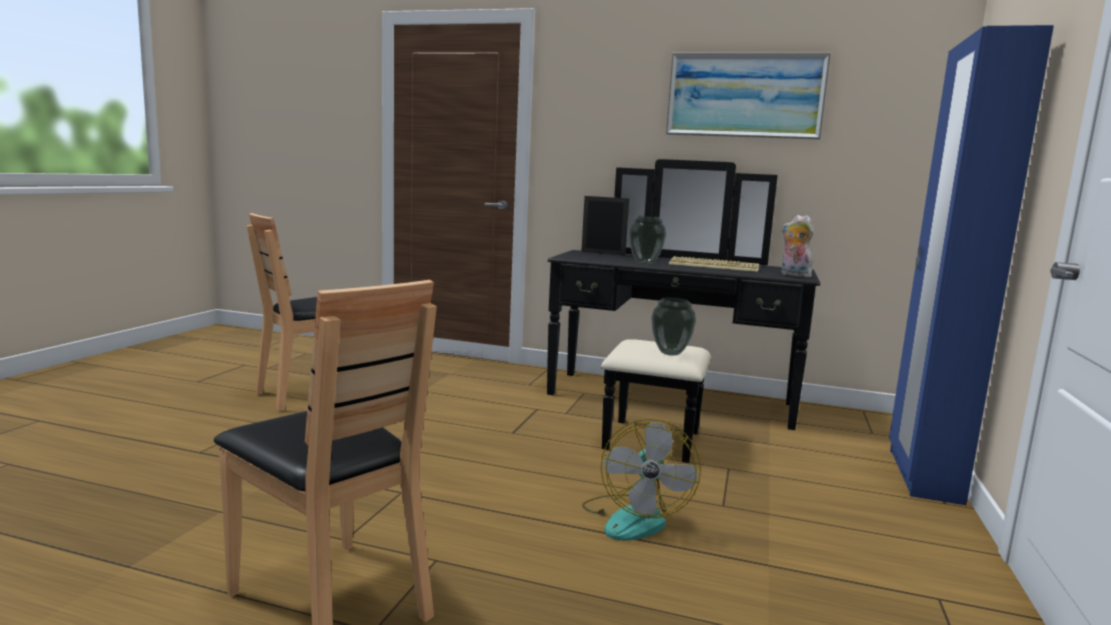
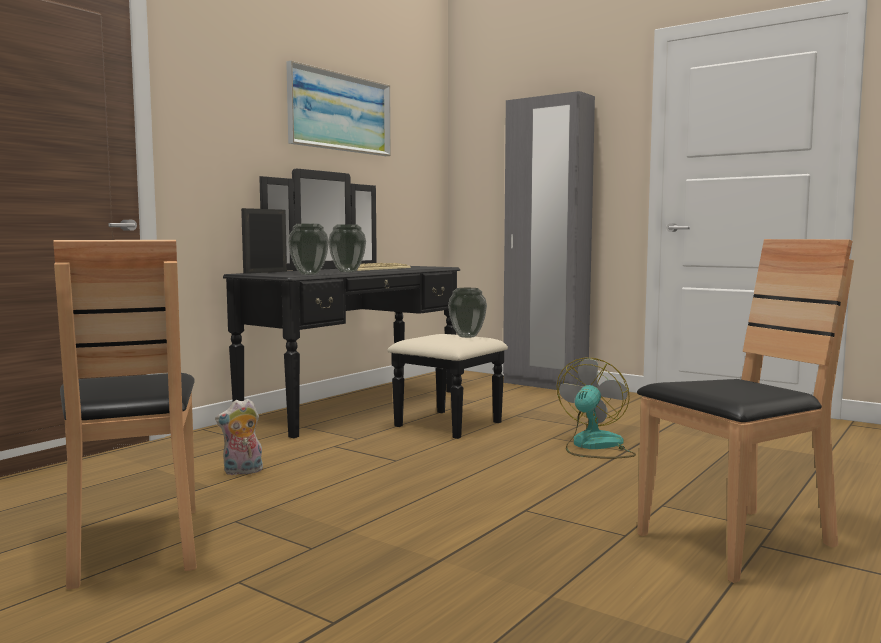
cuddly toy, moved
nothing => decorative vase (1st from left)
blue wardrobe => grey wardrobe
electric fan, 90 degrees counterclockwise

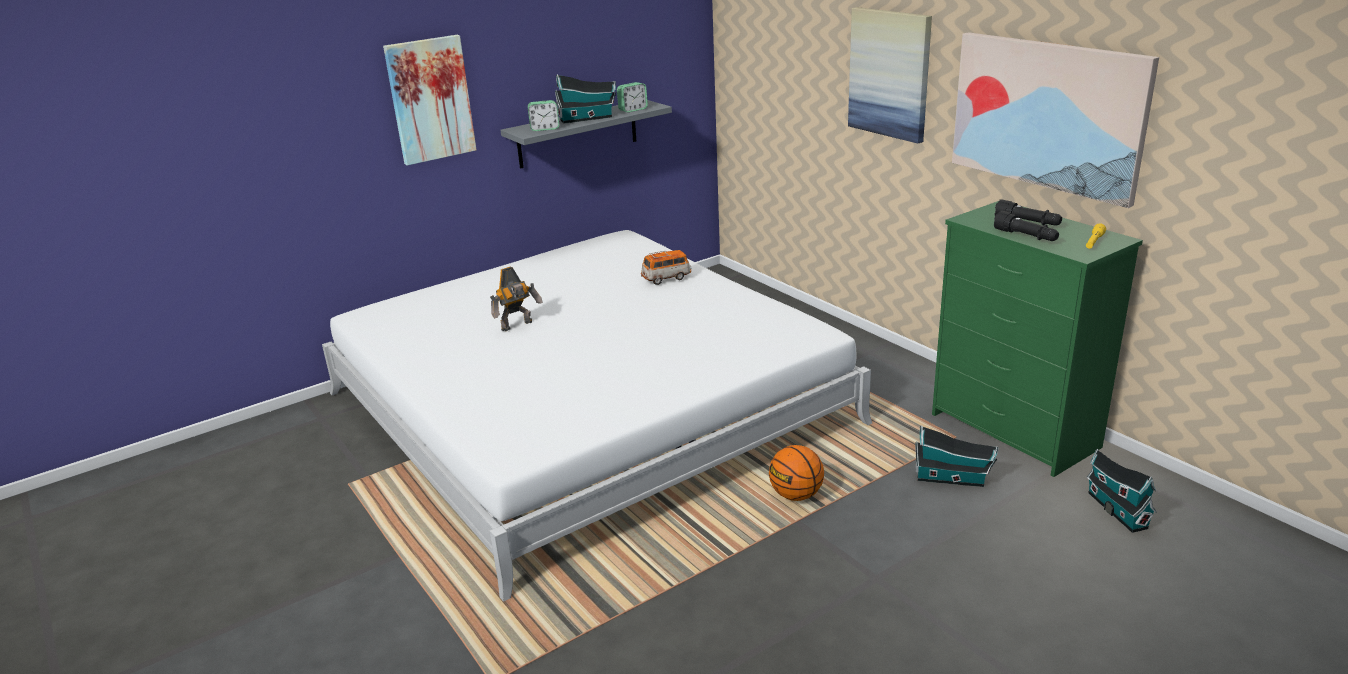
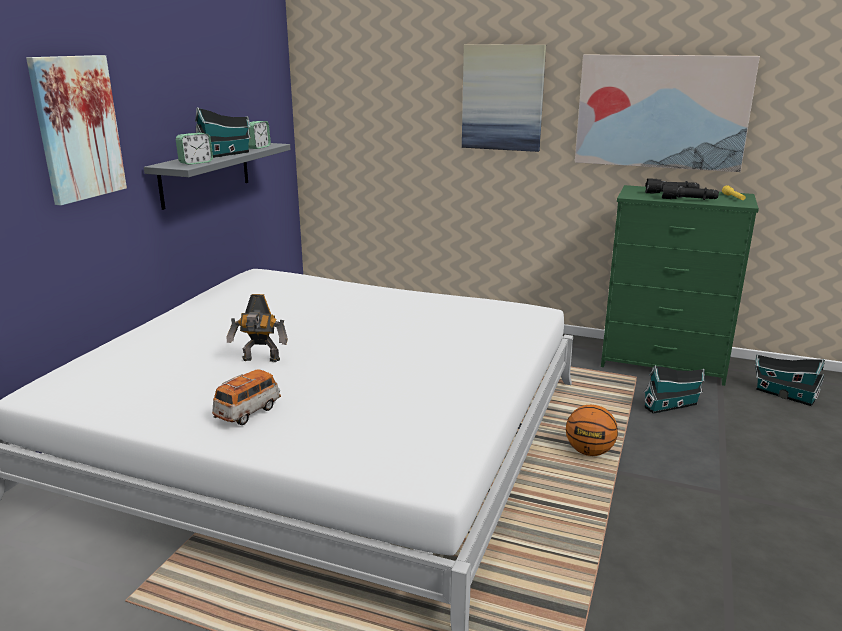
toy car, moved
model robot, 75 degrees clockwise

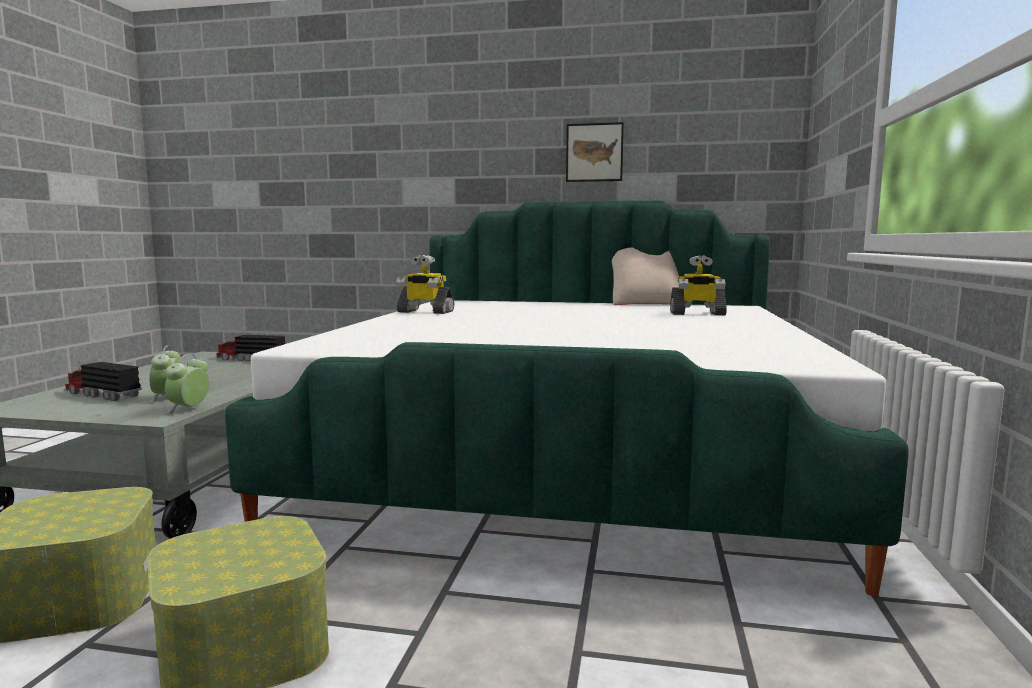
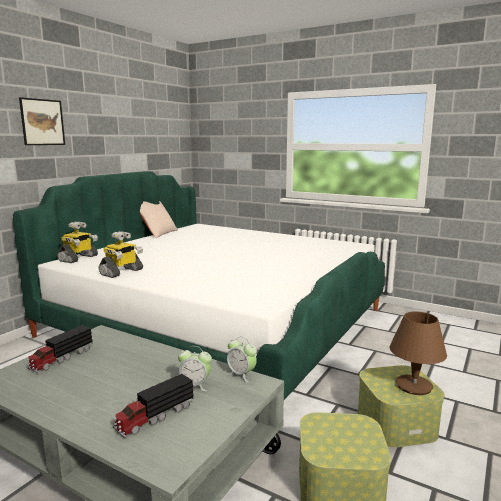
wall picture, moved
model robot (2nd from left in the first image) => model robot (1st from left), moved
nothing => brownish lamp for a table

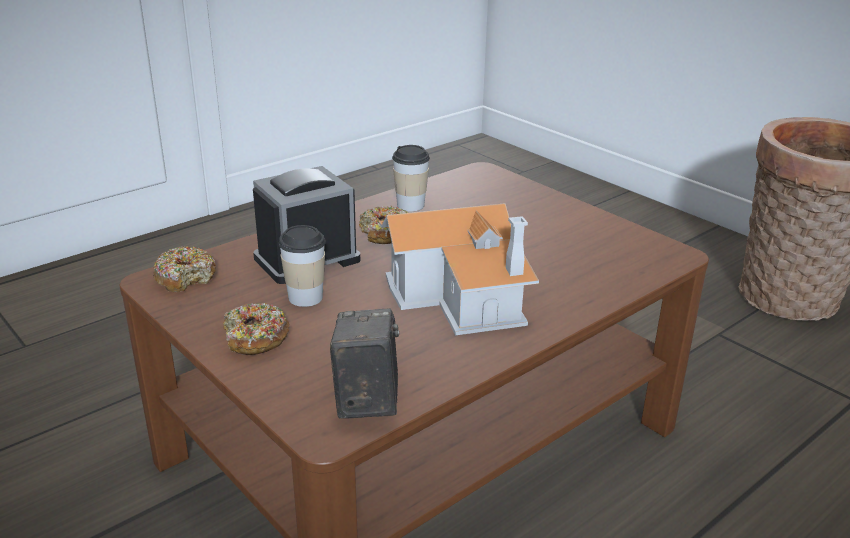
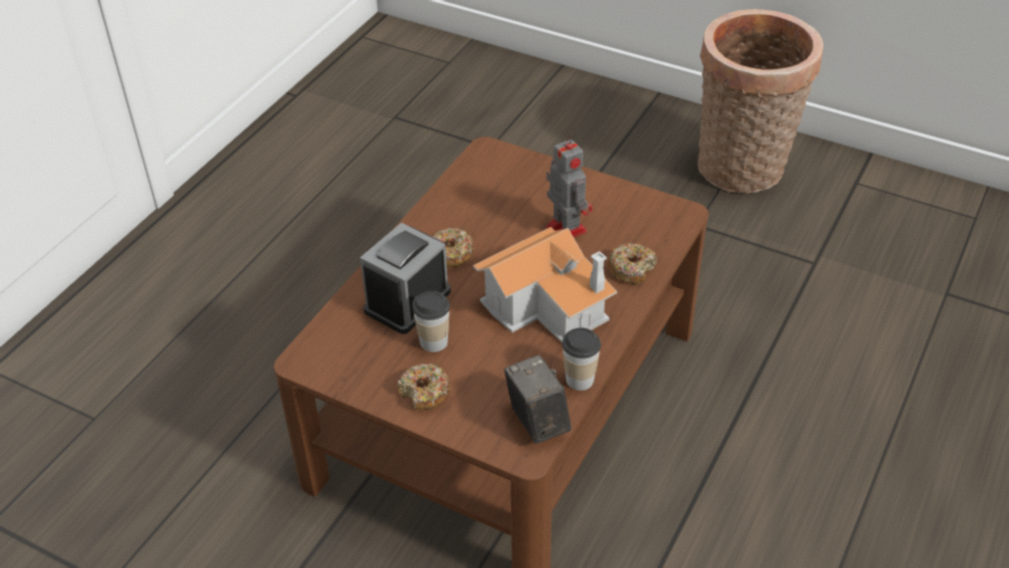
nothing => model robot
cup (2nd from left), moved
ring doughnut (1st from left in the first image) => ring doughnut (3rd from left), moved

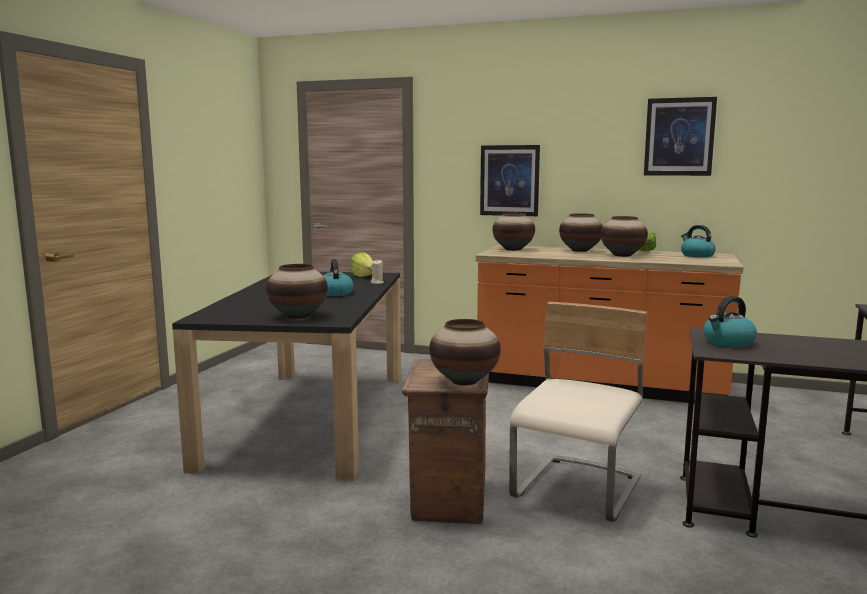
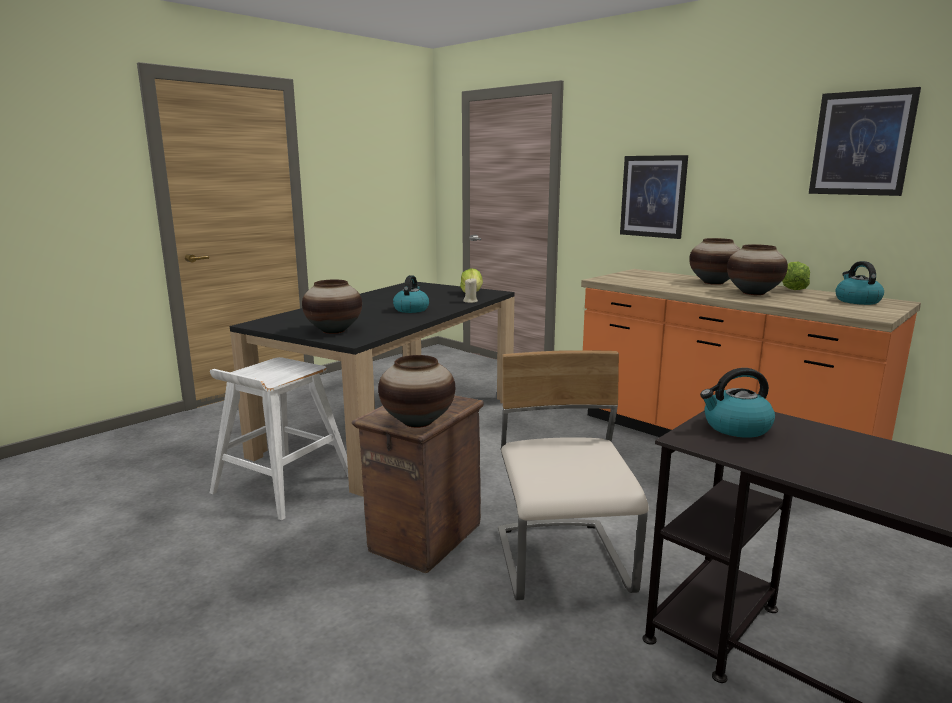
nothing => white-coloured stool seat
beige-coloured upright chair, 60 degrees counterclockwise
decorative vase (3rd from left) => nothing

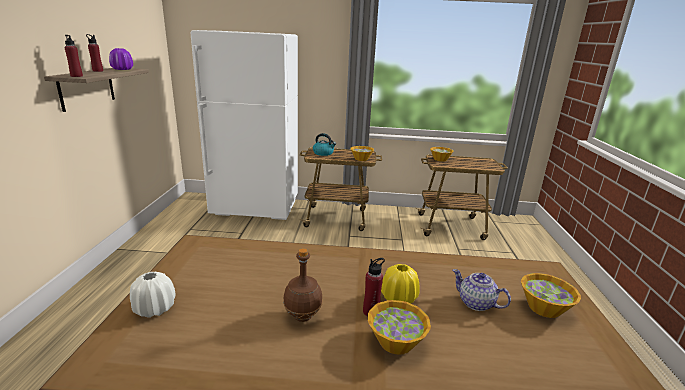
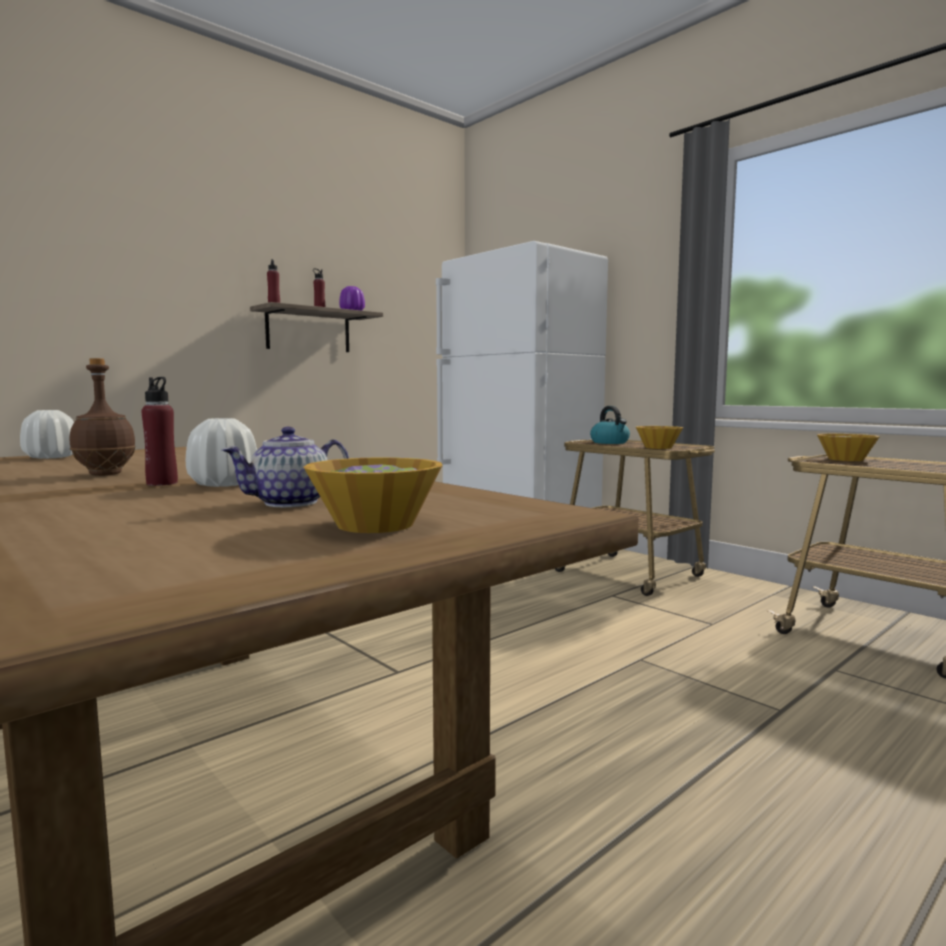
yellow-coloured decorative vase => white-coloured decorative vase (2nd from left)
tea pot, 120 degrees counterclockwise
serving bowl (2nd from left) => nothing

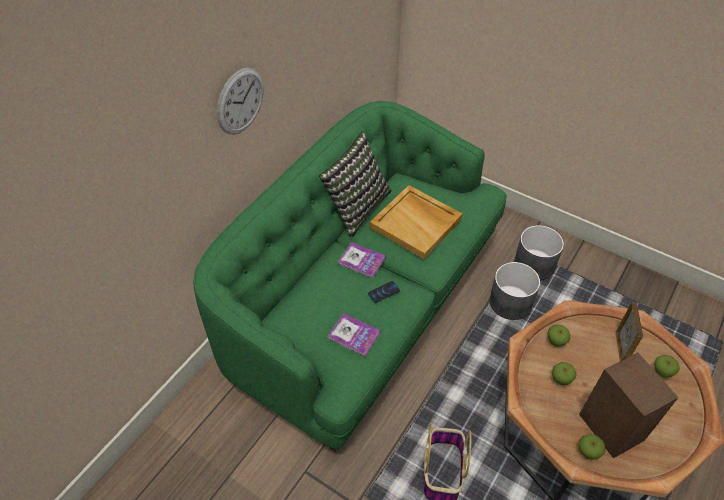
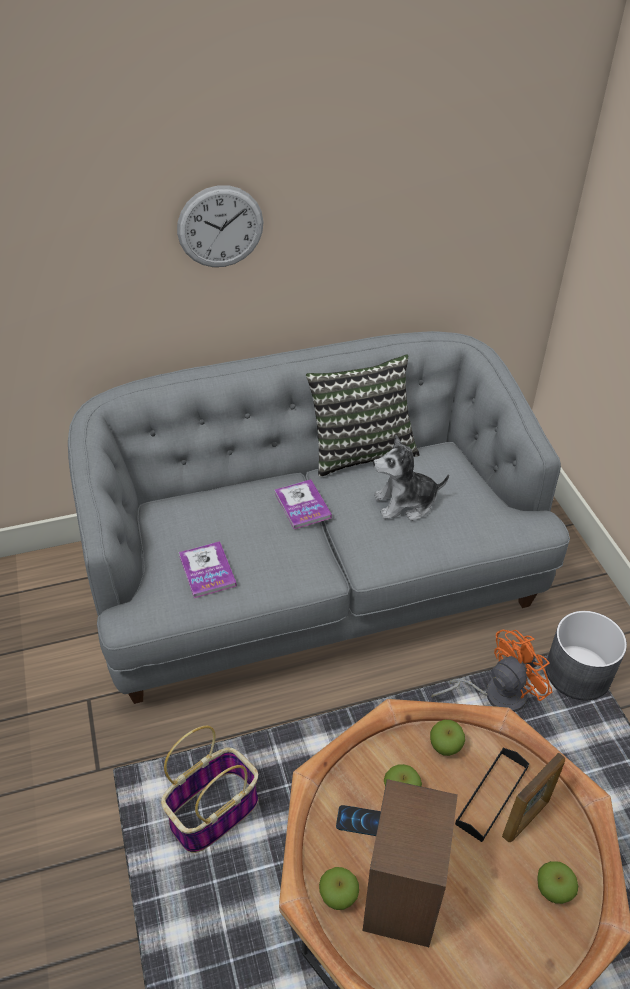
green-coloured couch => grey couch
telephone, moved
beige-coloured serving tray => cuddly toy
grey planter (1st from left) => orange electric fan
nothing => blackish serving tray

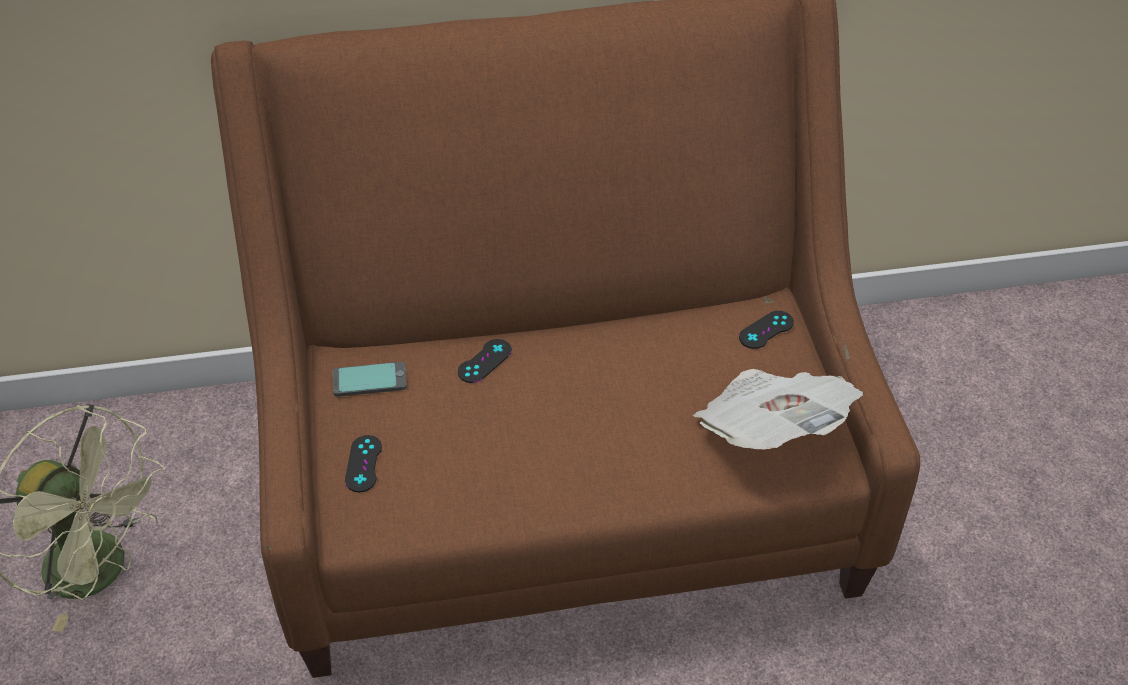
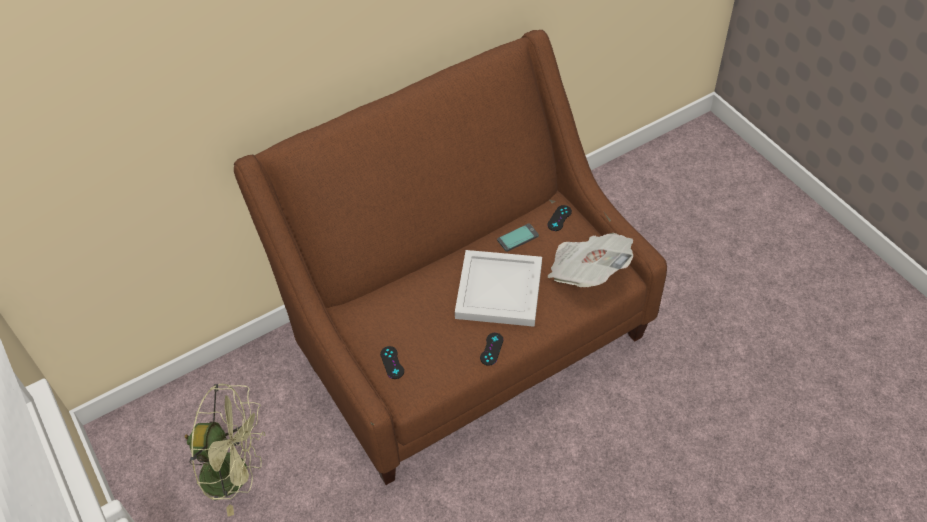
nothing => white-coloured serving tray
blackish game controller (2nd from left), moved
telephone, moved

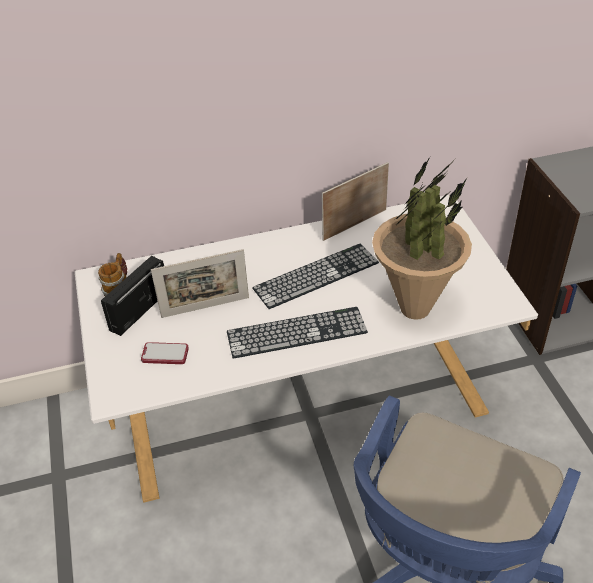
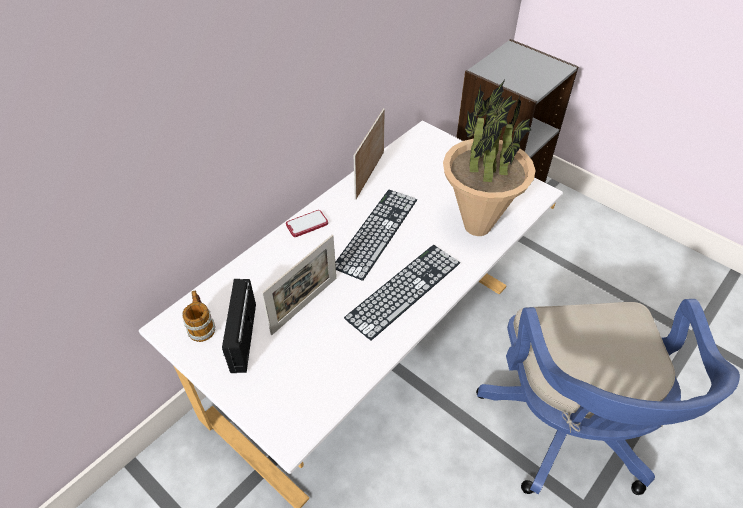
telephone, moved

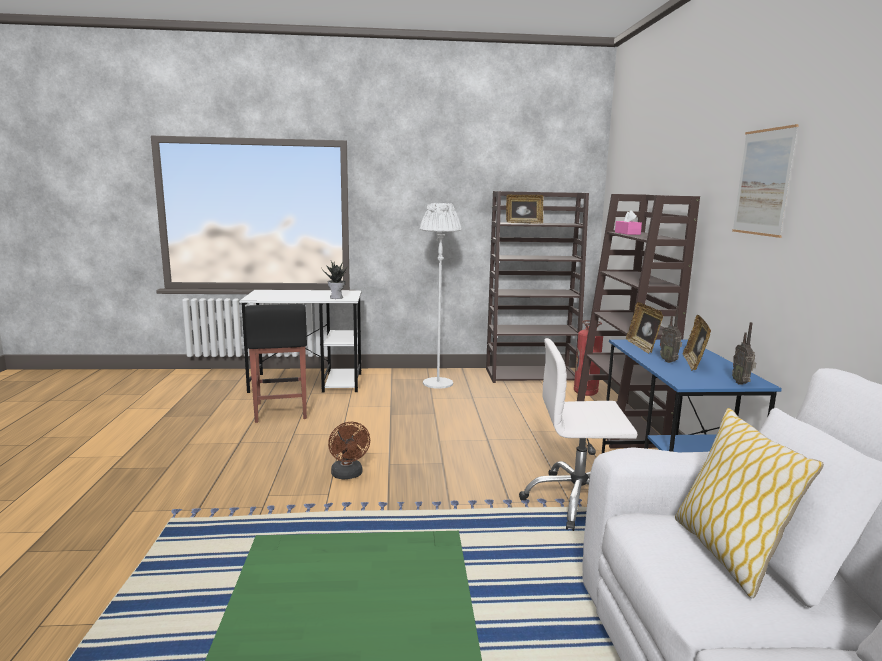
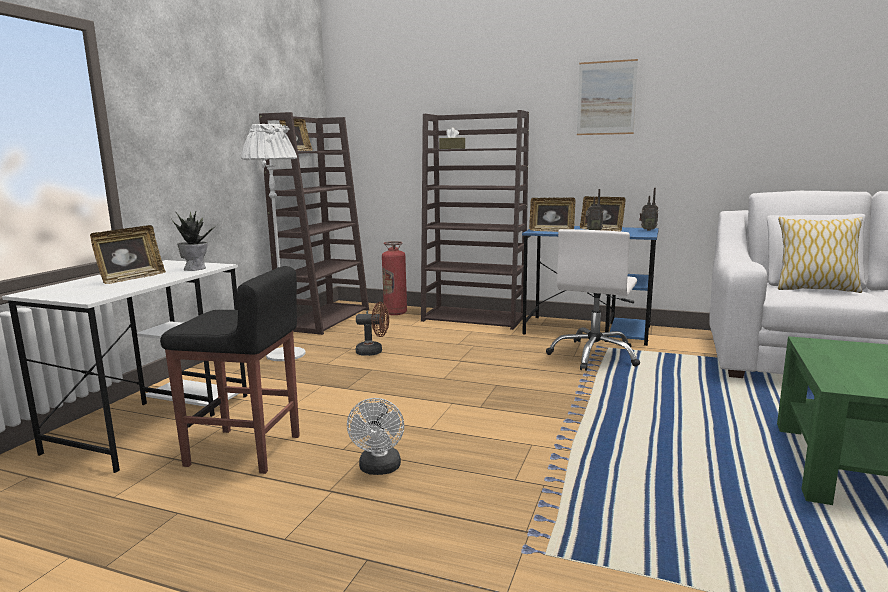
nothing => photo frame (1st from left)
nothing => white-coloured electric fan
brownish electric fan, moved
pink box of tissues => brownish box of tissues

